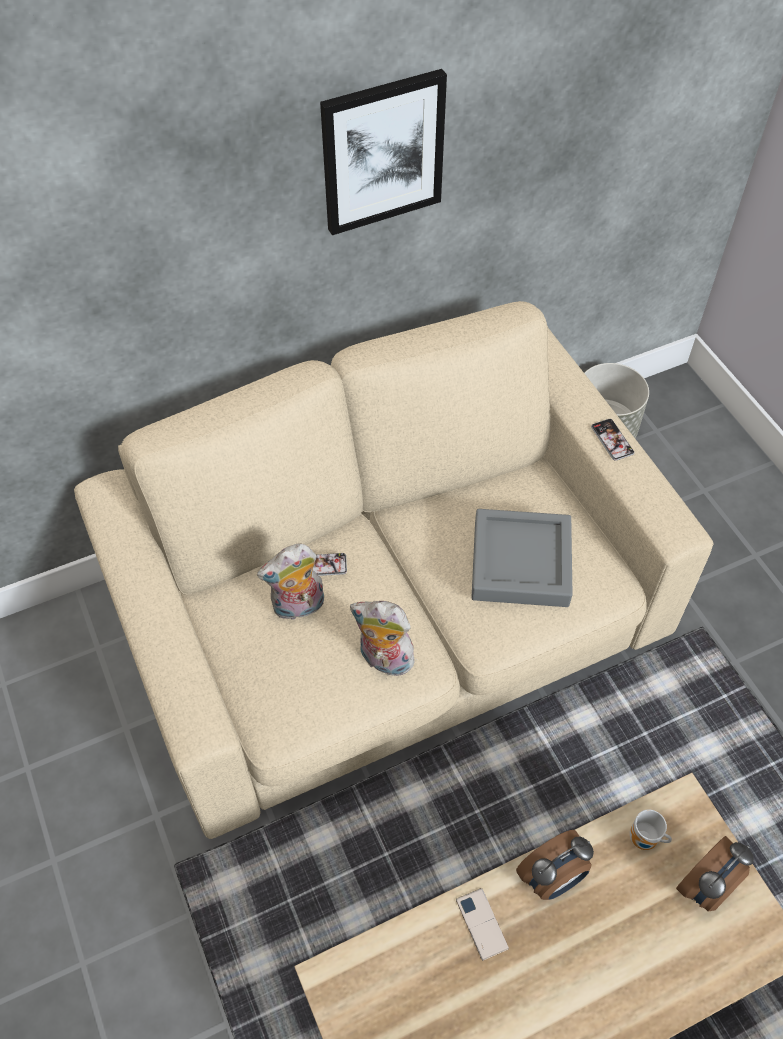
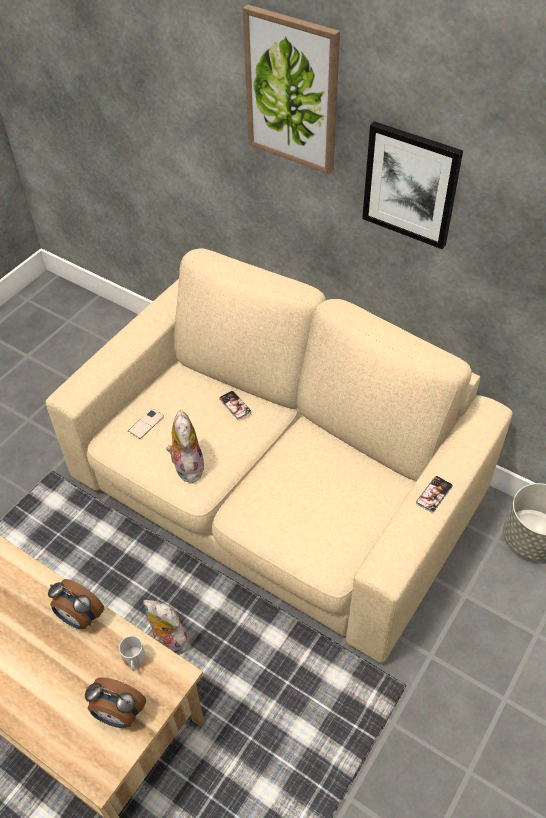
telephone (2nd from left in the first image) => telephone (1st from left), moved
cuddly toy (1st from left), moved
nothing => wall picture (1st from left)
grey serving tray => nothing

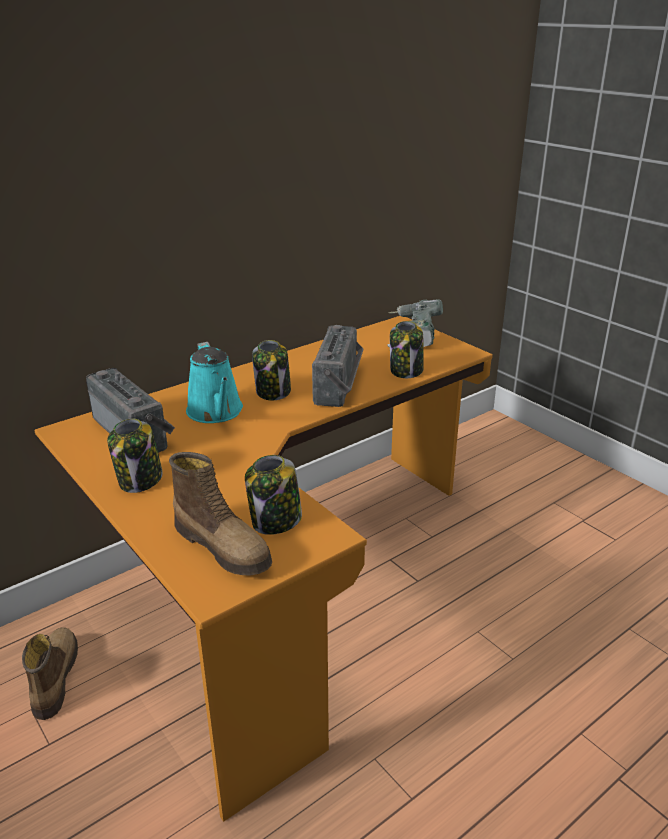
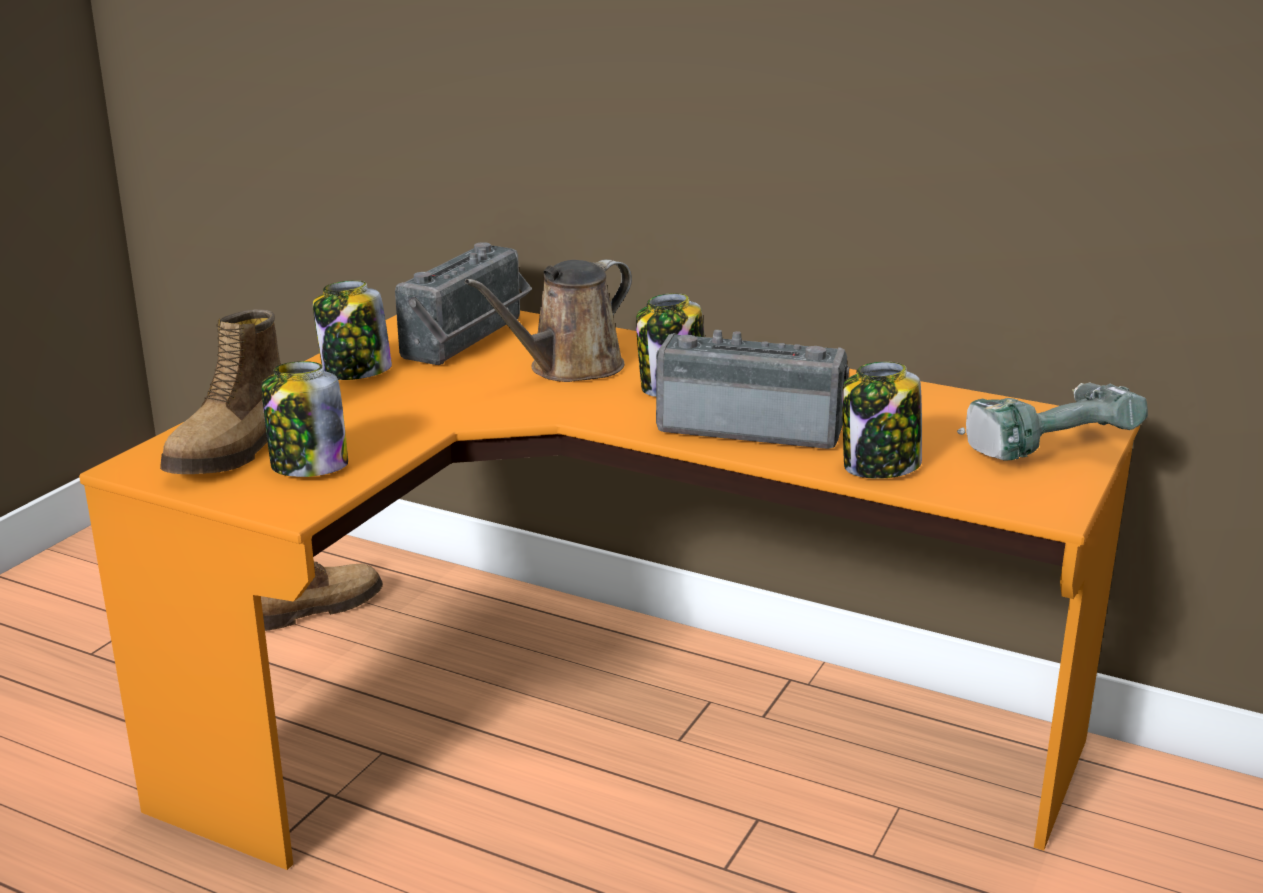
turquoise sprinkling can => brownish sprinkling can
radio receiver (2nd from left), 150 degrees counterclockwise

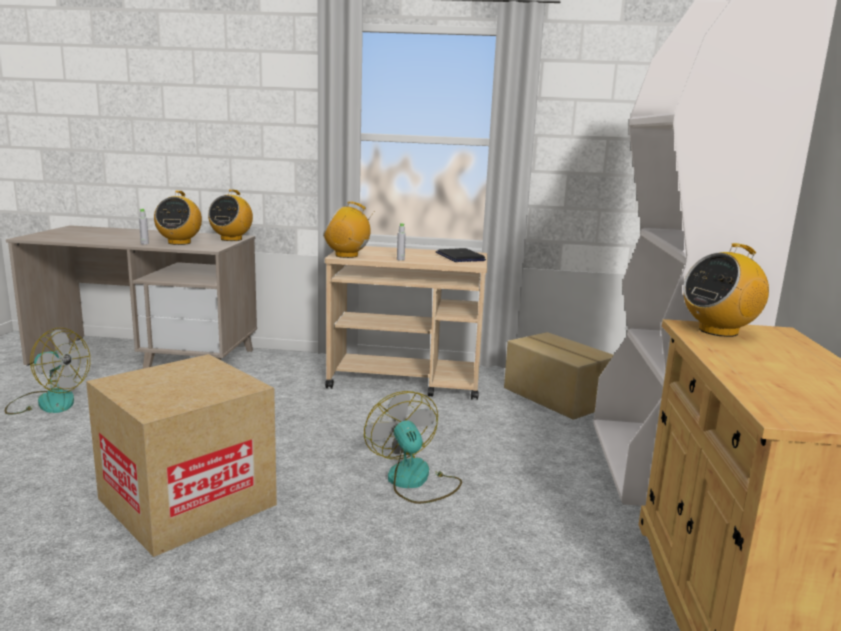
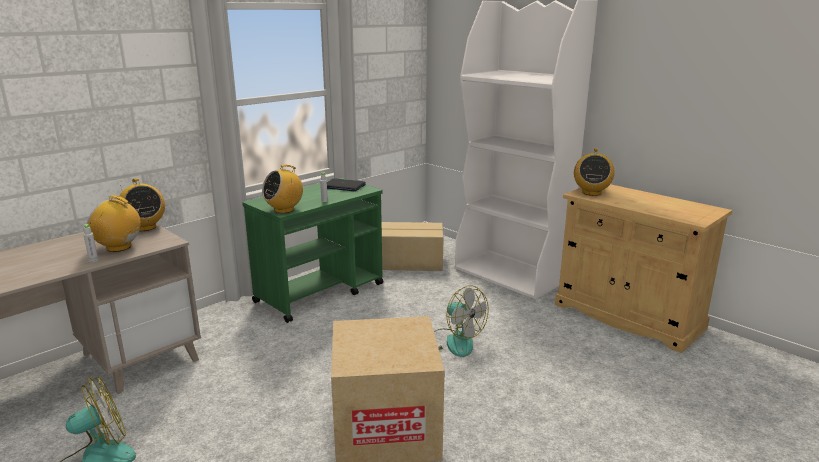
radio receiver (1st from left), 150 degrees clockwise
beige-coloured wheeled cart => green-coloured wheeled cart
electric fan (2nd from left), 150 degrees counterclockwise

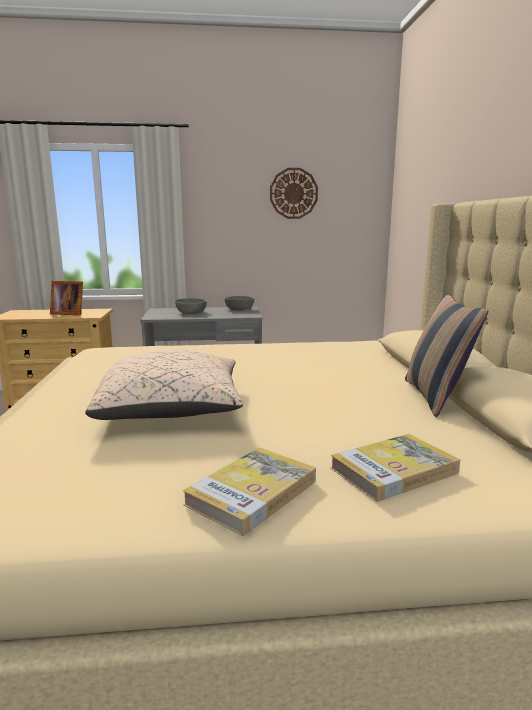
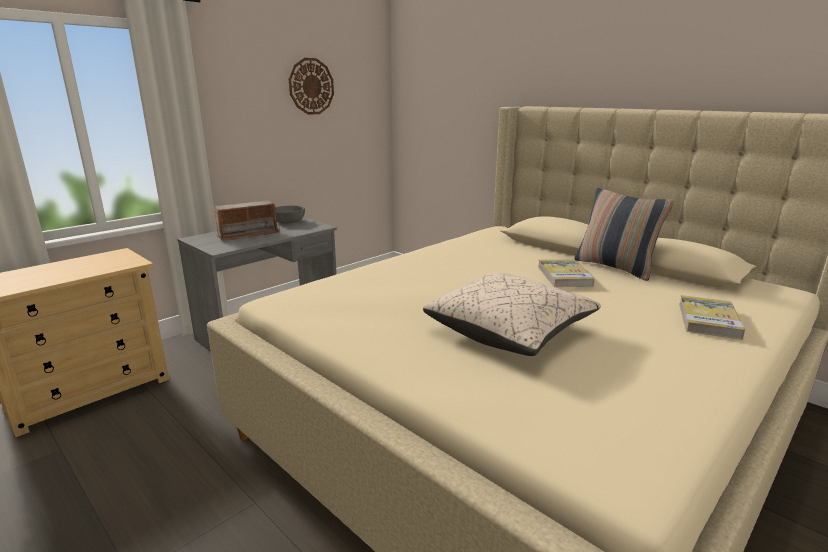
grey serving bowl (1st from left) => radio receiver
volume (1st from left), moved
photo frame => nothing

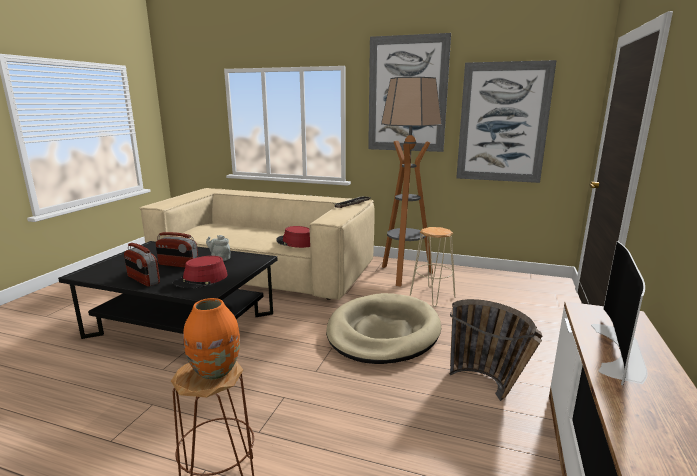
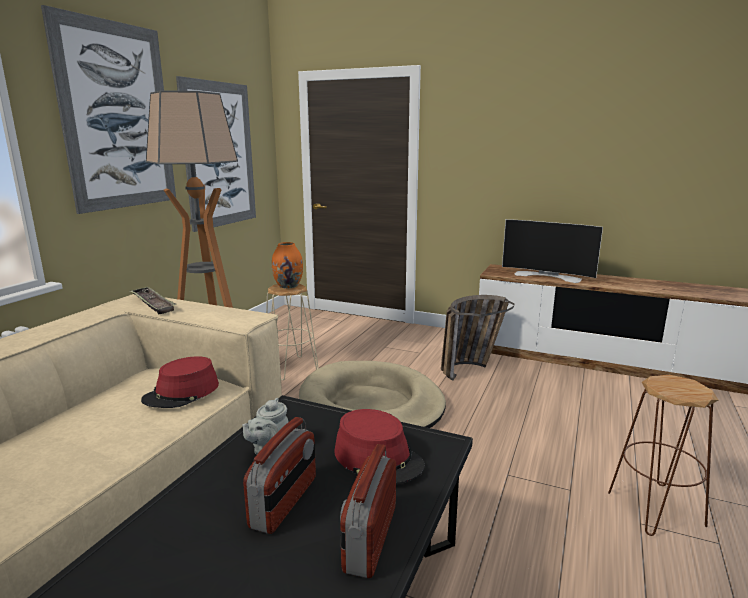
orange decorative vase, moved
radio receiver (1st from left in the first image) => radio receiver (2nd from left), 150 degrees clockwise

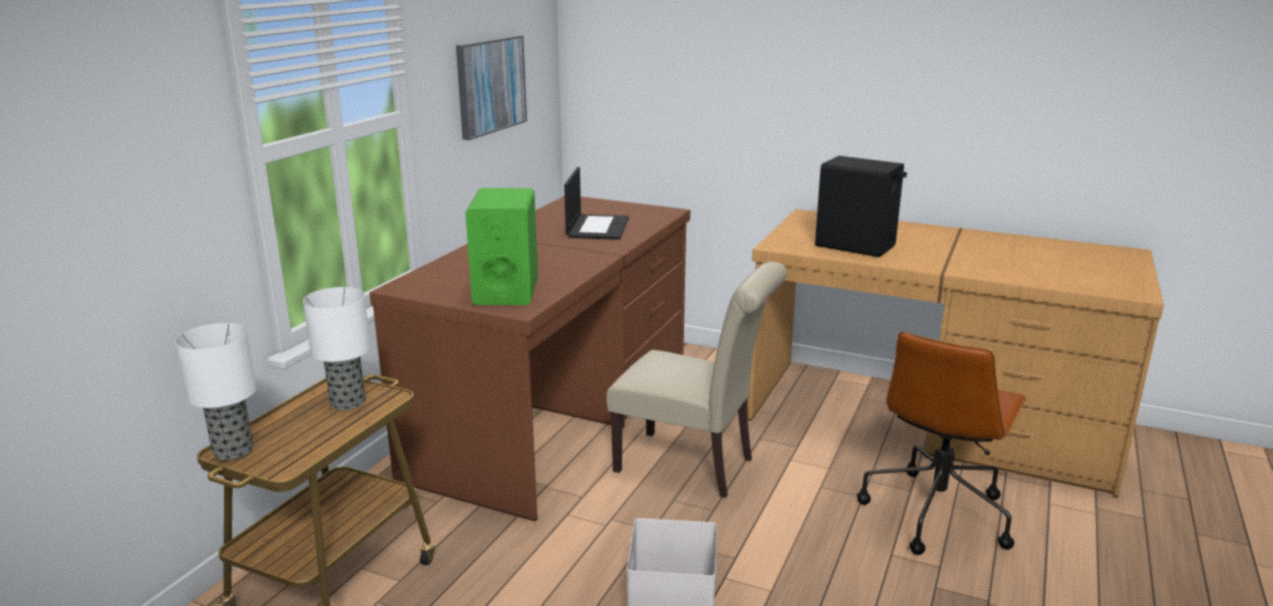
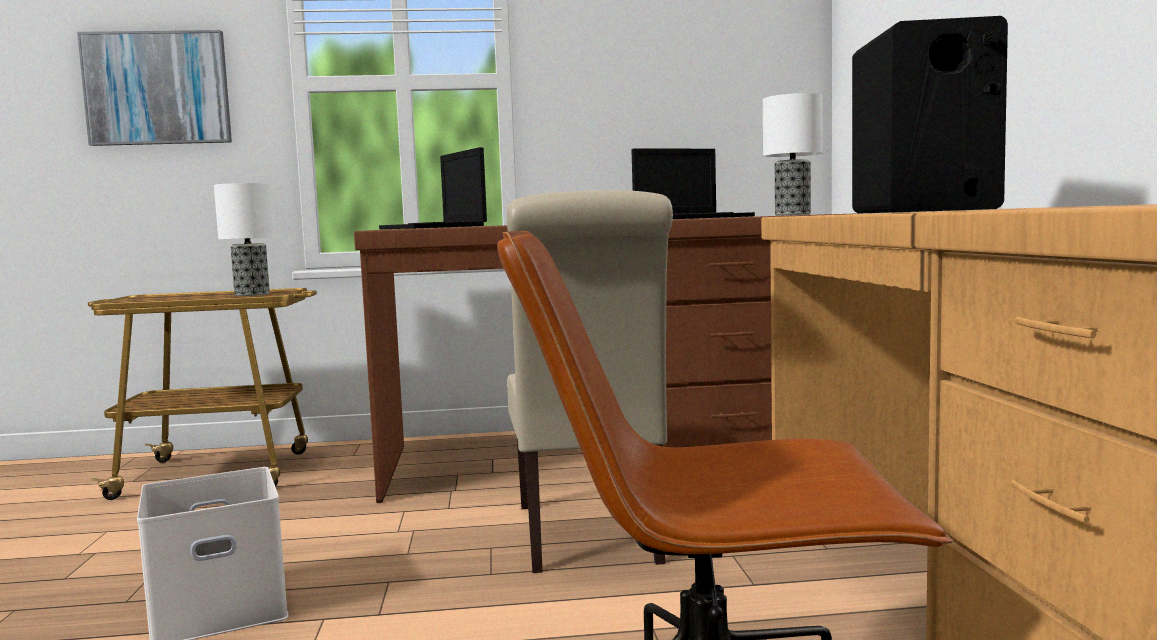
wall picture, moved
green-coloured speaker => laptop (1st from left)
lamp for a table (1st from left in the first image) => lamp for a table (2nd from left), moved

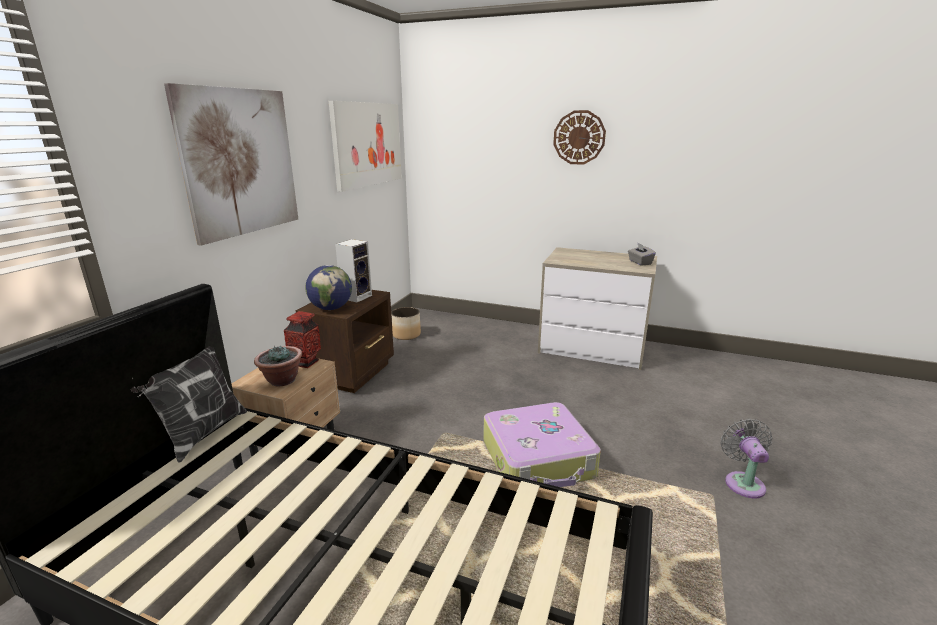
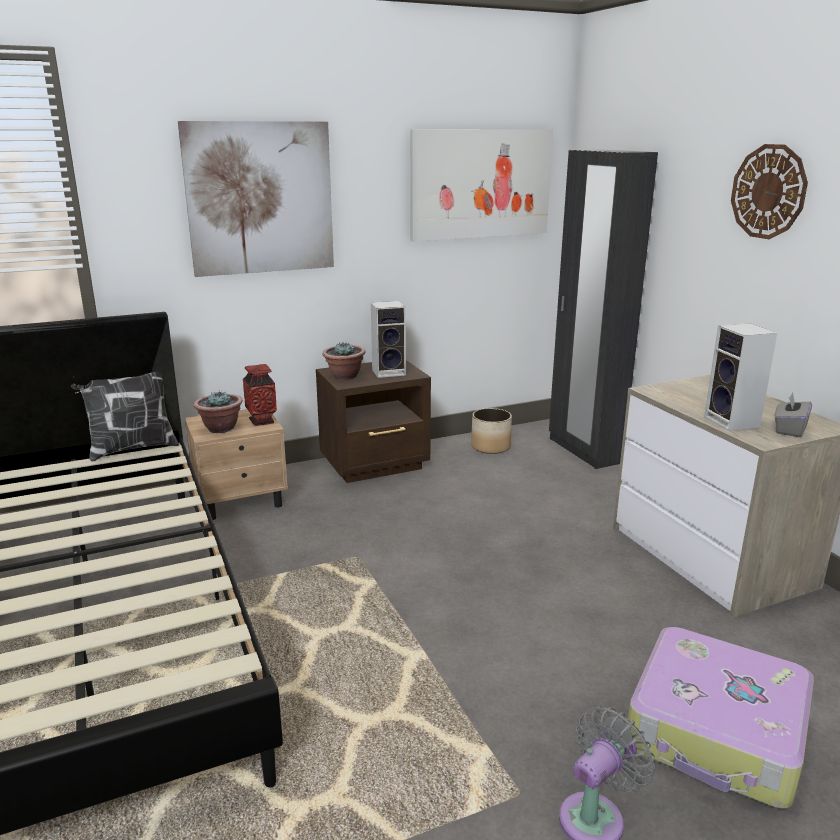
world globe => plant in a pot (2nd from left)
nothing => blackish wardrobe
suitcase, moved
nothing => speaker (2nd from left)

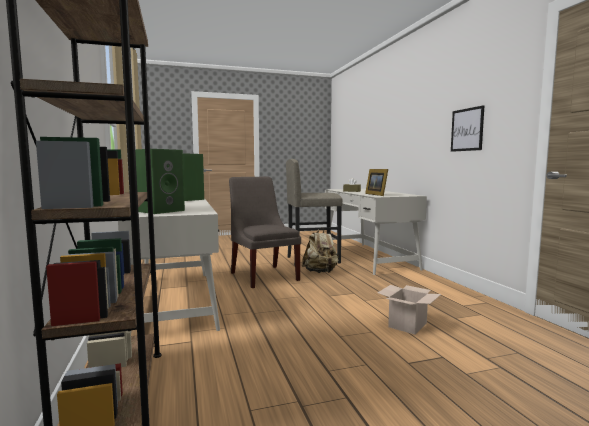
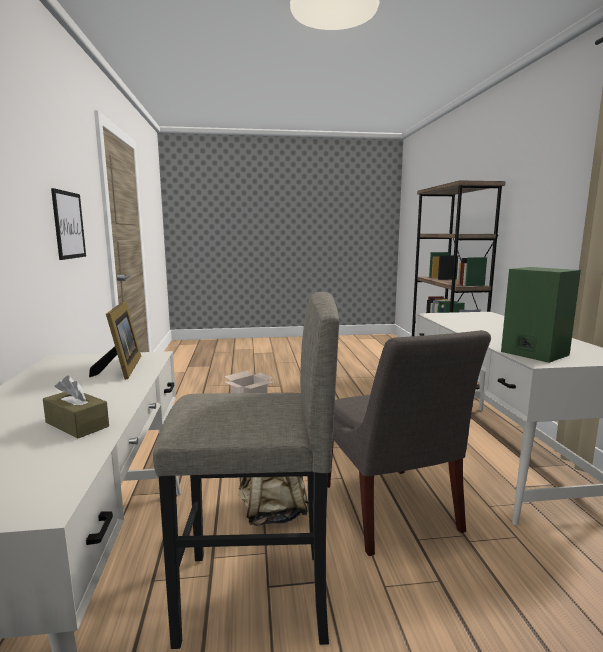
green-coloured speaker (1st from left) => nothing

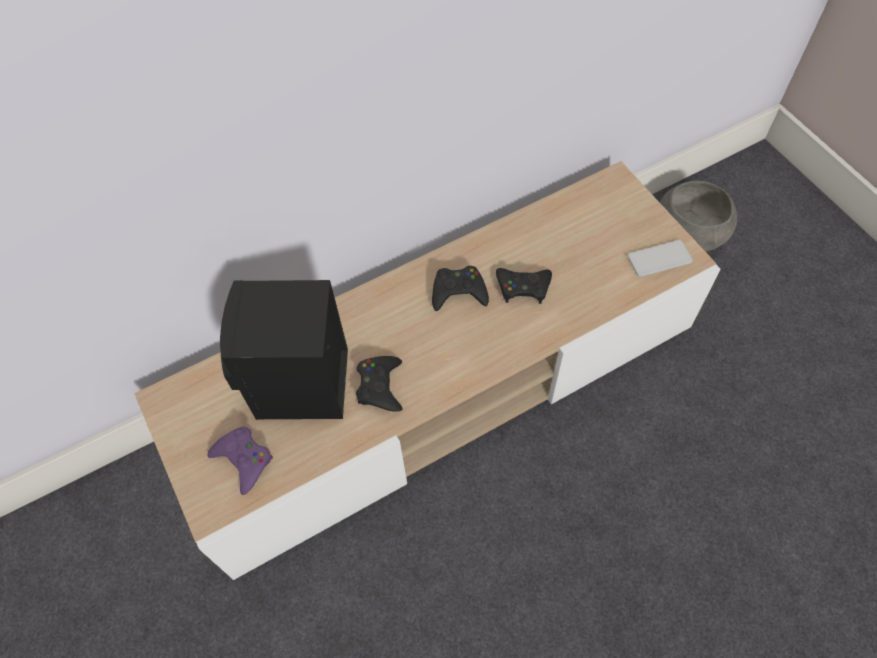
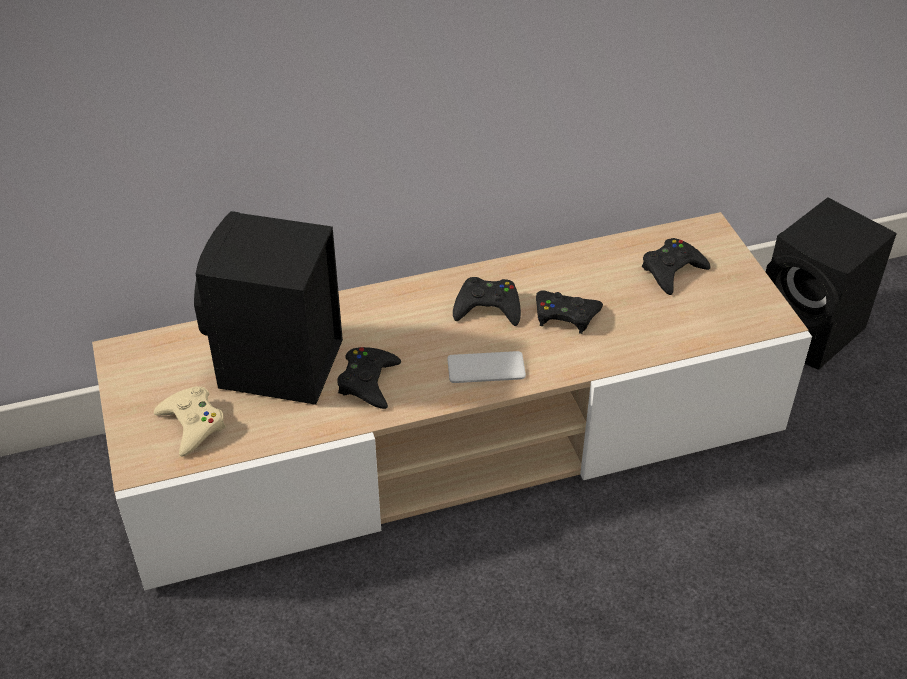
purple-coloured game controller => beige-coloured game controller
telephone, moved
nothing => blackish game controller (4th from left)
grey serving bowl => blackish speaker (2nd from left)

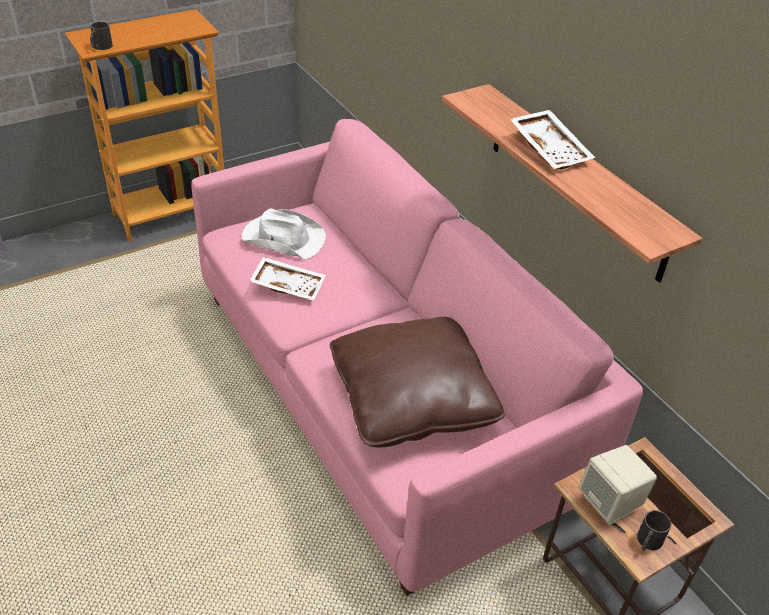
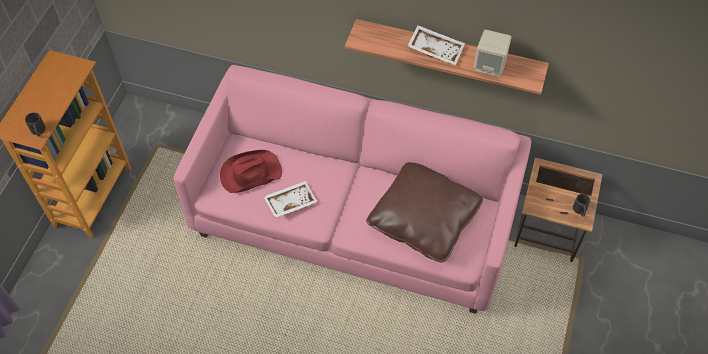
white-coloured wearable hat => red wearable hat
beige-coloured speaker, moved

